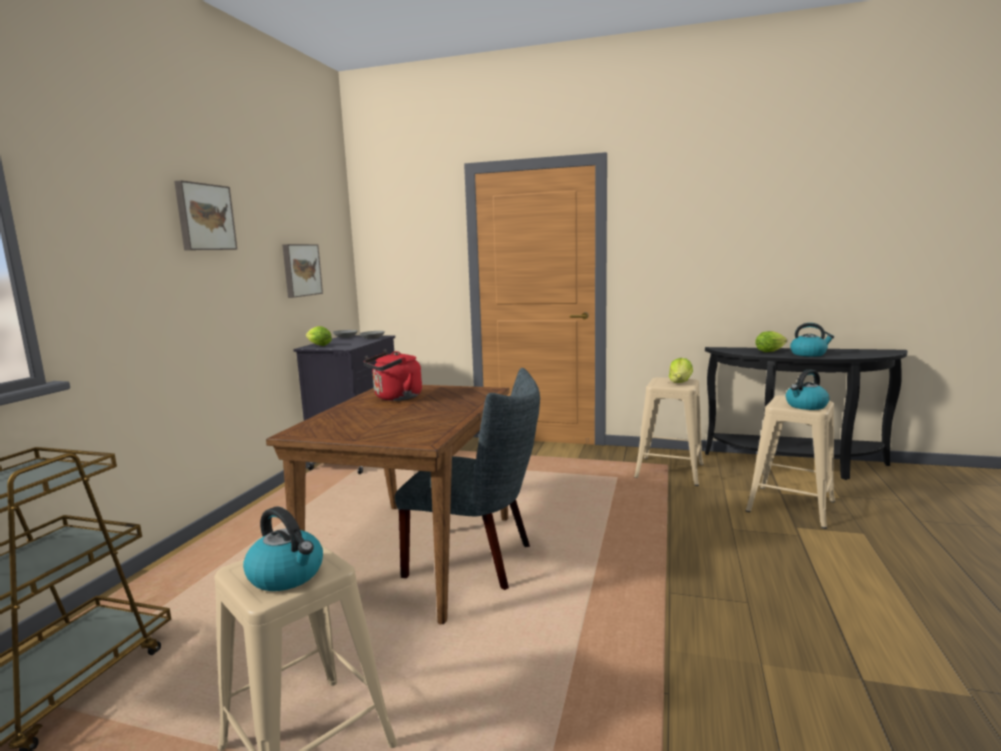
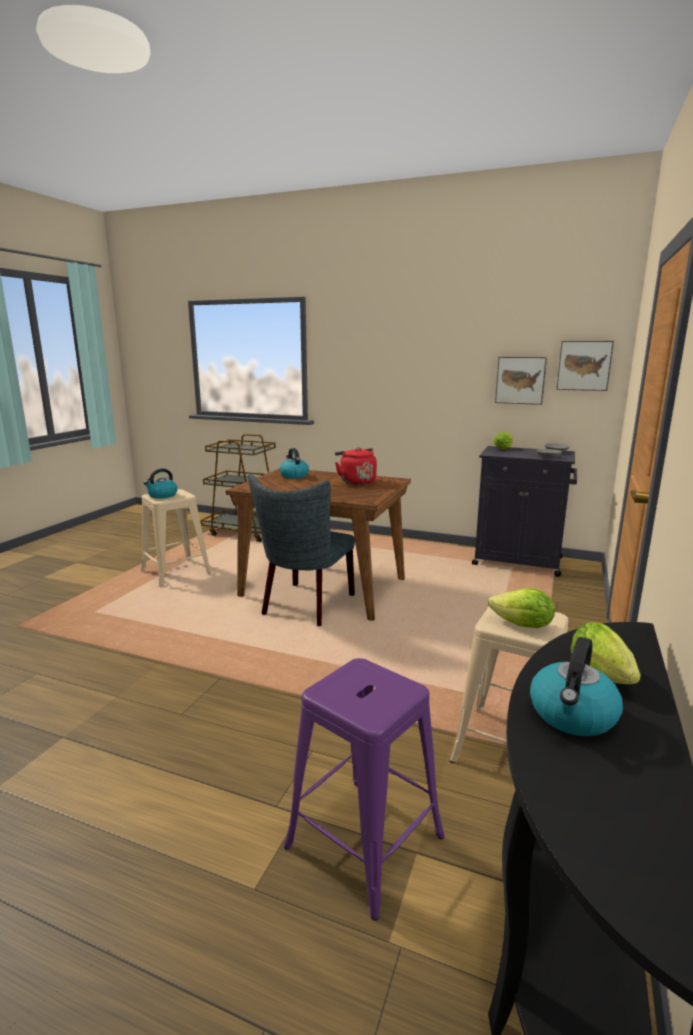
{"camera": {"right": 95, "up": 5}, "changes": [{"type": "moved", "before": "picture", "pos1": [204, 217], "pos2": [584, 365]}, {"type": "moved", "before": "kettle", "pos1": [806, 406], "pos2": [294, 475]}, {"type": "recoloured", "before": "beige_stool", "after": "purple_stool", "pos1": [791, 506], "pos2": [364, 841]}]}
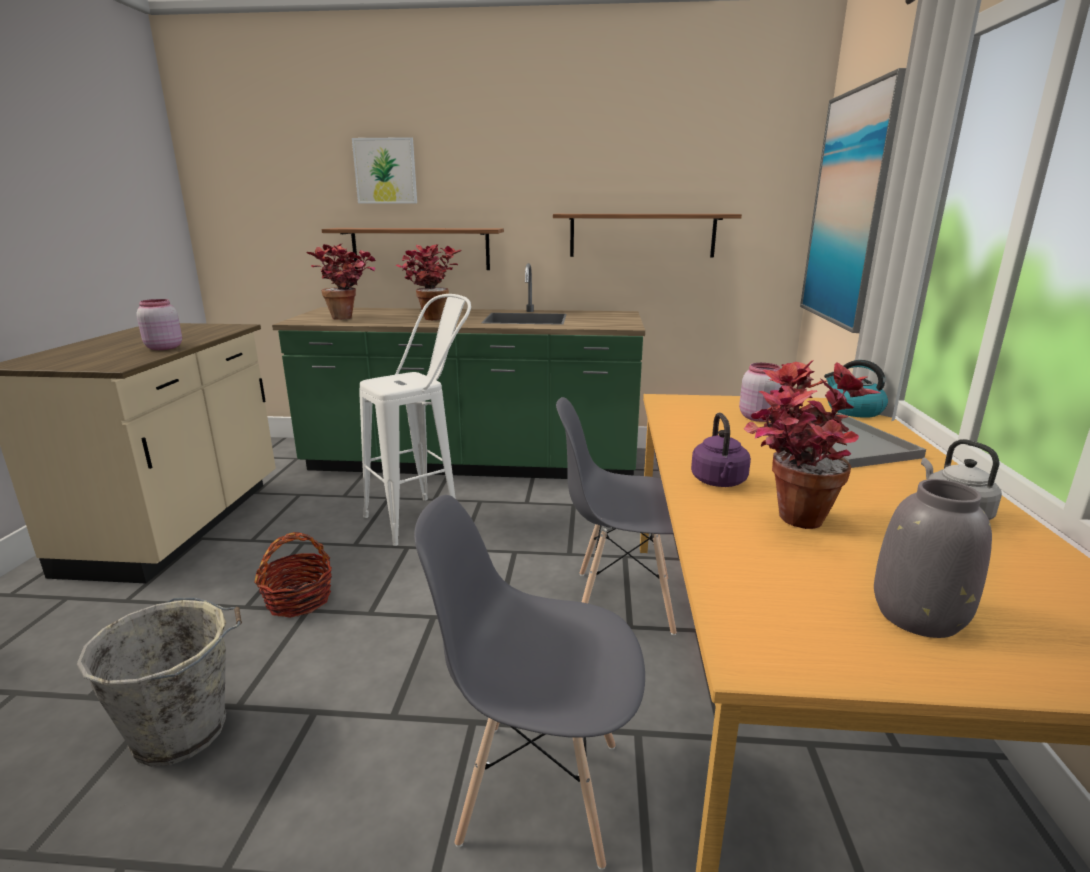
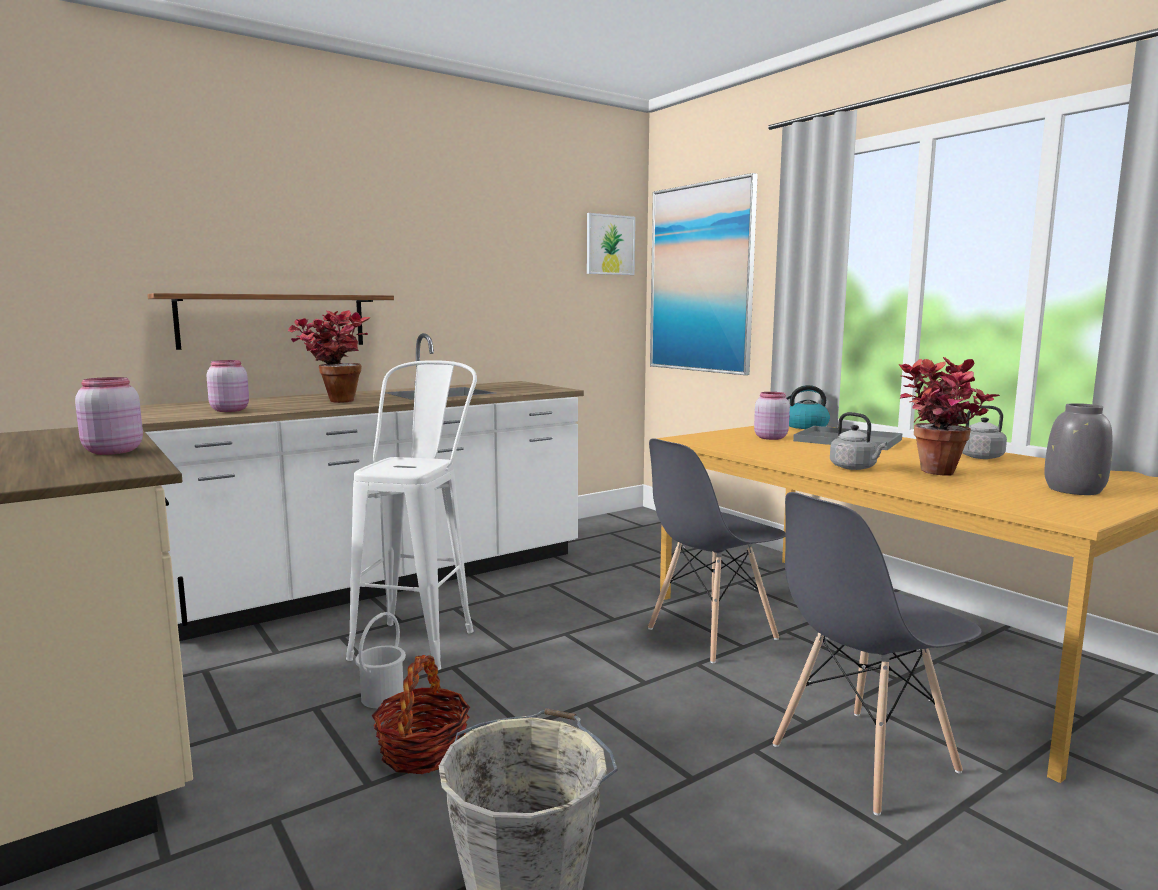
{"camera": {"right": -40, "up": -10}, "changes": [{"type": "removed", "before": "shelf", "pos1": [642, 235]}, {"type": "added", "after": "white_bucket", "pos2": [381, 697]}, {"type": "moved", "before": "picture", "pos1": [385, 171], "pos2": [610, 245]}, {"type": "replaced", "before": "potted_plant", "after": "pink_jar", "pos1": [349, 319], "pos2": [230, 410]}, {"type": "recoloured", "before": "green_counter", "after": "white_counter", "pos1": [472, 463], "pos2": [382, 581]}, {"type": "recoloured", "before": "purple_kettle", "after": "grey_kettle", "pos1": [719, 482], "pos2": [855, 468]}]}
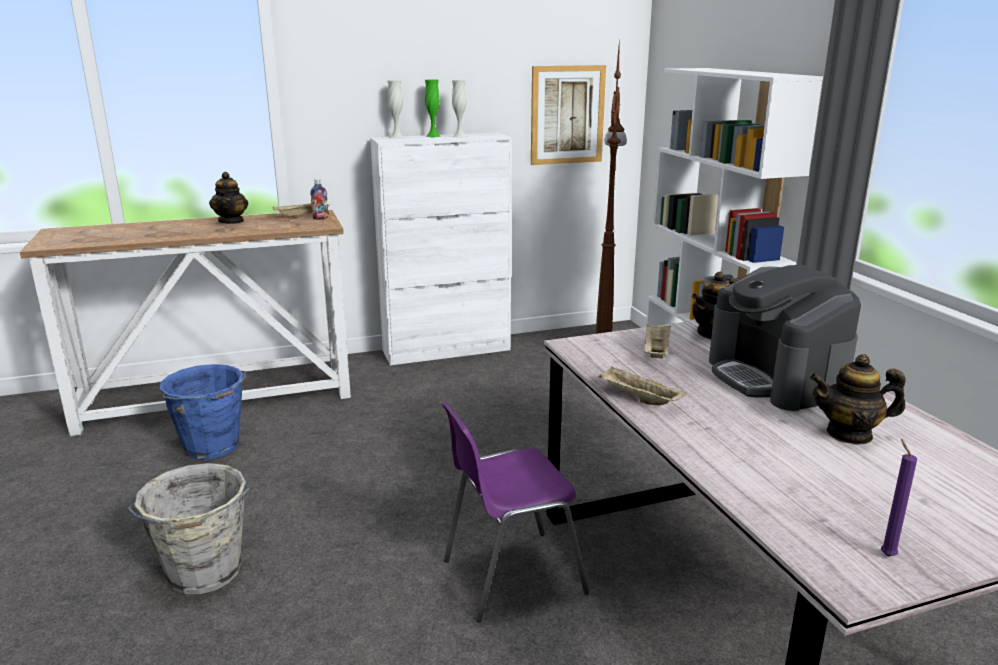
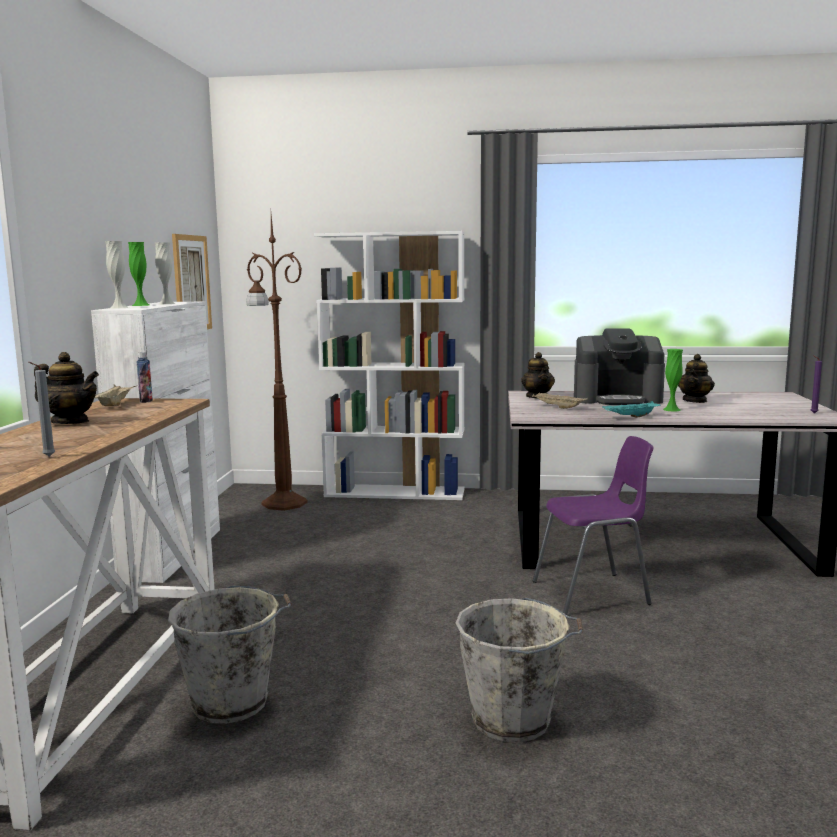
{"camera": {"right": -65, "up": -10}, "changes": [{"type": "added", "after": "grey_candle", "pos2": [47, 457]}, {"type": "added", "after": "green_vase", "pos2": [671, 409]}, {"type": "recoloured", "before": "blue_bucket", "after": "grey_bucket", "pos1": [213, 447], "pos2": [234, 702]}, {"type": "recoloured", "before": "beige_tray", "after": "turquoise_tray", "pos1": [638, 399], "pos2": [631, 417]}, {"type": "turned", "before": "purple_chair", "pos1": [509, 576], "pos2": [593, 593], "turn": -105}]}
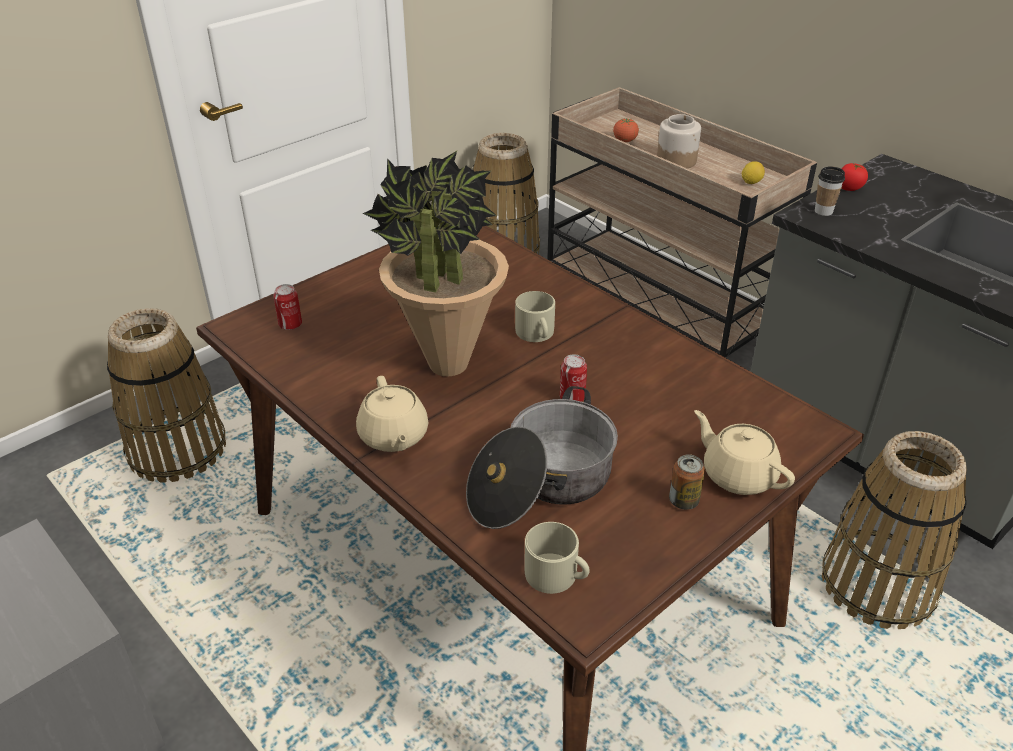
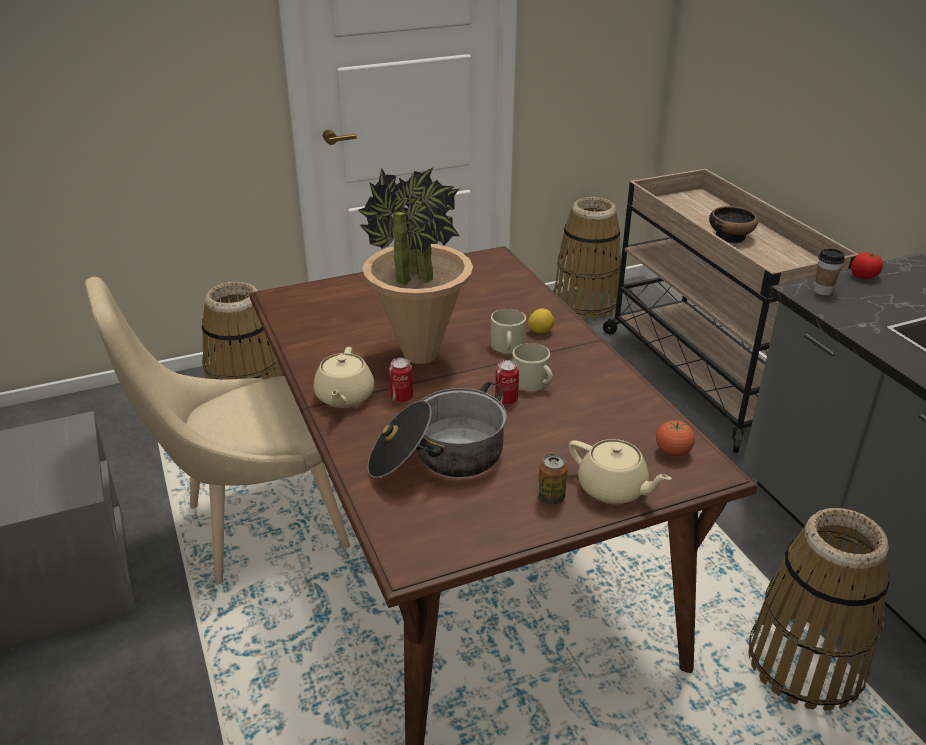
{"camera": {"right": 20, "up": -5}, "changes": [{"type": "added", "after": "beige_chair", "pos2": [254, 528]}, {"type": "moved", "before": "can", "pos1": [290, 325], "pos2": [401, 397]}, {"type": "moved", "before": "beige_mug", "pos1": [557, 575], "pos2": [533, 382]}, {"type": "moved", "before": "tomato", "pos1": [625, 141], "pos2": [673, 452]}, {"type": "moved", "before": "lemon", "pos1": [751, 182], "pos2": [540, 331]}, {"type": "replaced", "before": "jar", "after": "bowl", "pos1": [676, 160], "pos2": [730, 237]}, {"type": "turned", "before": "beige_teapot", "pos1": [738, 474], "pos2": [613, 489], "turn": 150}]}
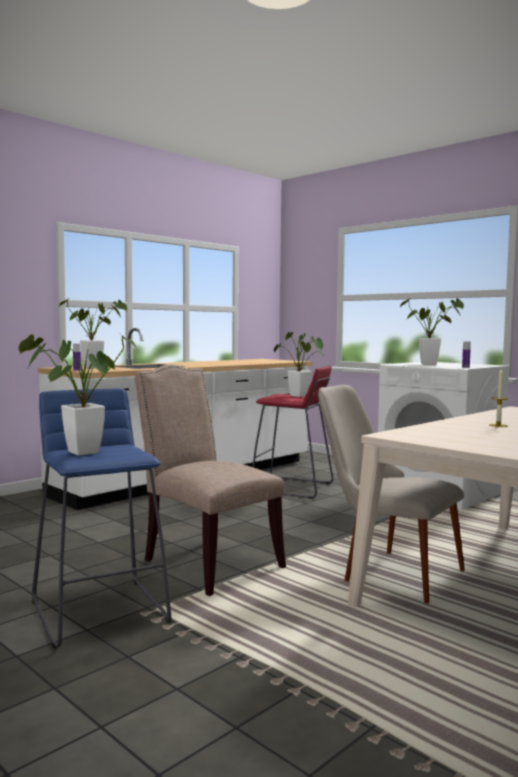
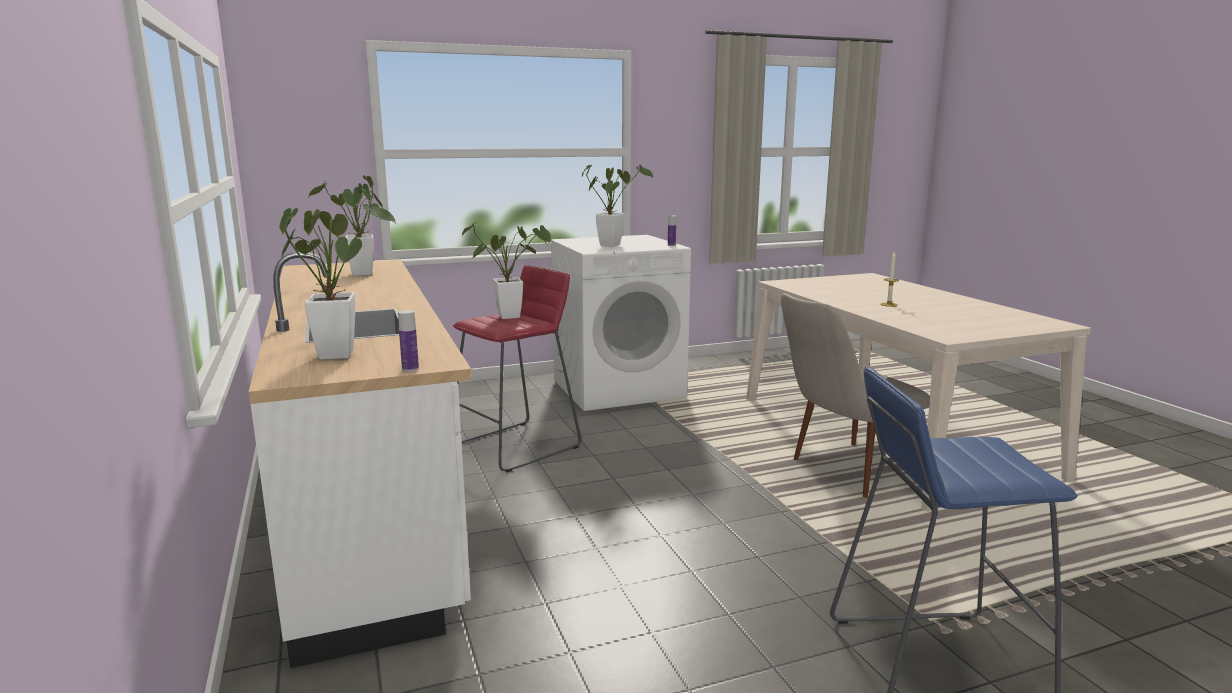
{"camera": {"right": -65, "up": 10}, "changes": [{"type": "removed", "before": "beige_chair", "pos1": [206, 563]}, {"type": "moved", "before": "potted_plant", "pos1": [76, 453], "pos2": [361, 275]}]}
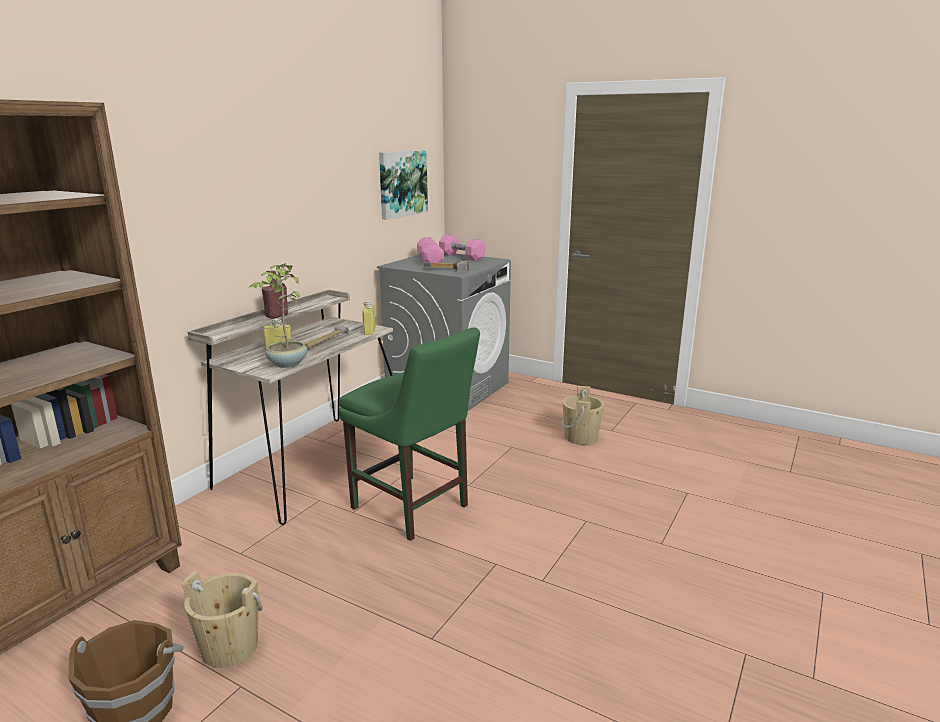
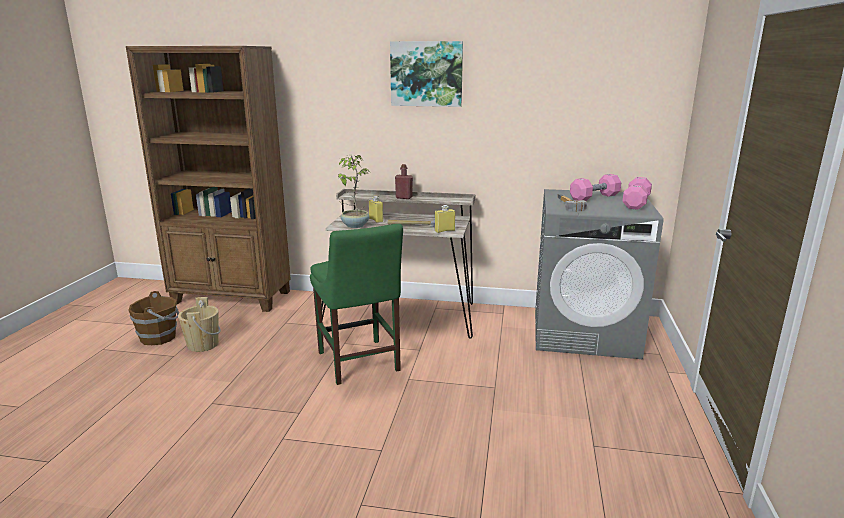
{"camera": {"right": 70, "up": 0}, "changes": [{"type": "removed", "before": "beige_bucket", "pos1": [581, 437]}, {"type": "moved", "before": "picture", "pos1": [402, 183], "pos2": [426, 74]}, {"type": "turned", "before": "green_chair", "pos1": [413, 509], "pos2": [359, 363], "turn": -45}]}
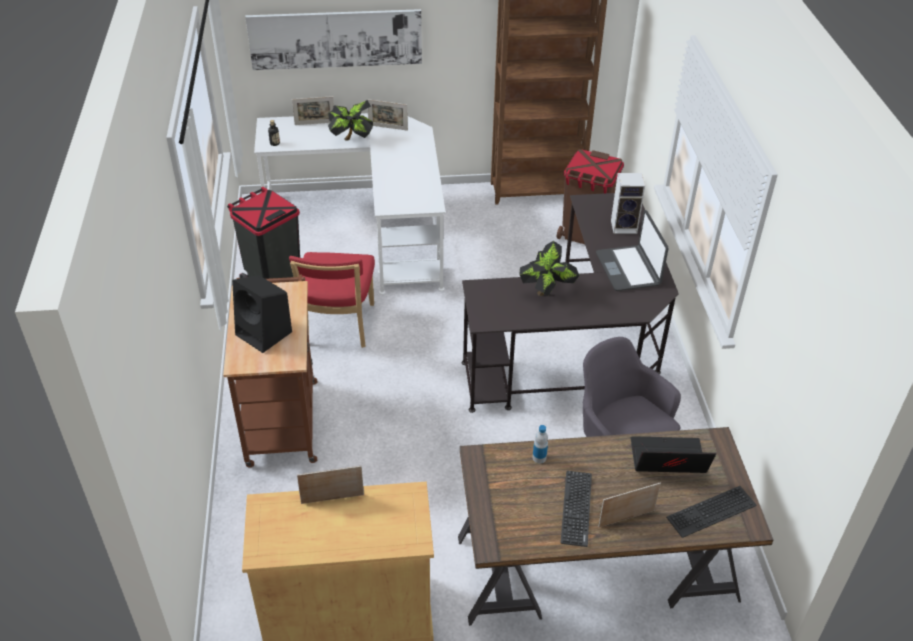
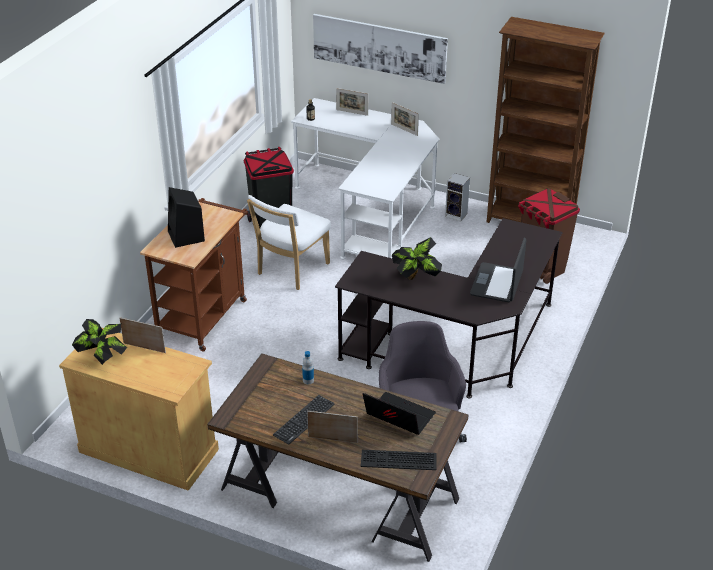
{"camera": {"right": 30, "up": -5}, "changes": [{"type": "moved", "before": "potted_plant", "pos1": [352, 140], "pos2": [103, 359]}, {"type": "moved", "before": "speaker", "pos1": [625, 226], "pos2": [457, 215]}, {"type": "recoloured", "before": "red_chair", "after": "white_chair", "pos1": [338, 327], "pos2": [291, 270]}]}
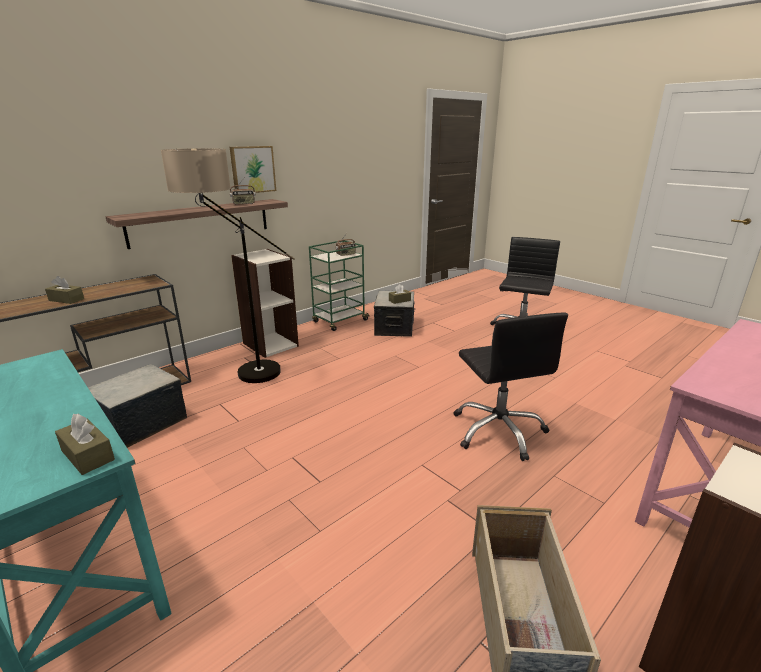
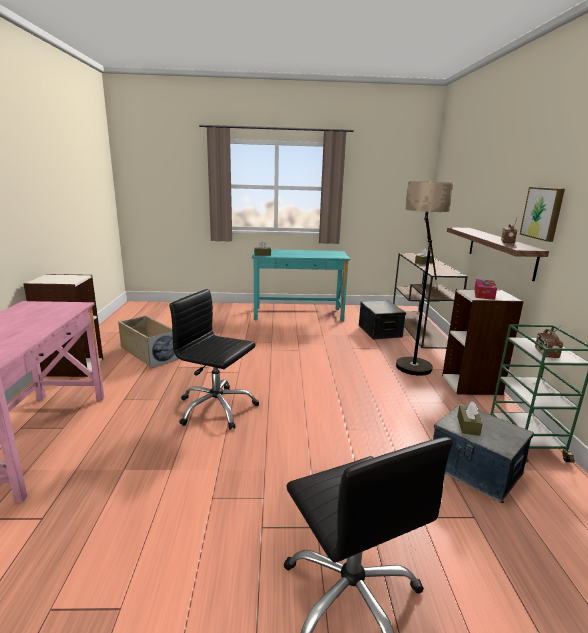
{"camera": {"right": 130, "up": -5}, "changes": [{"type": "added", "after": "tissue_box", "pos2": [484, 294]}]}
